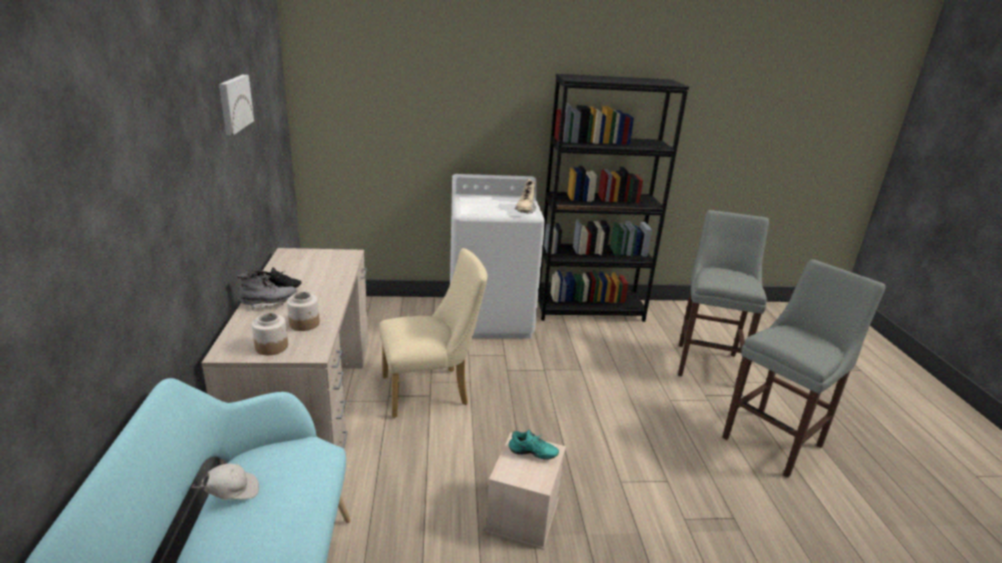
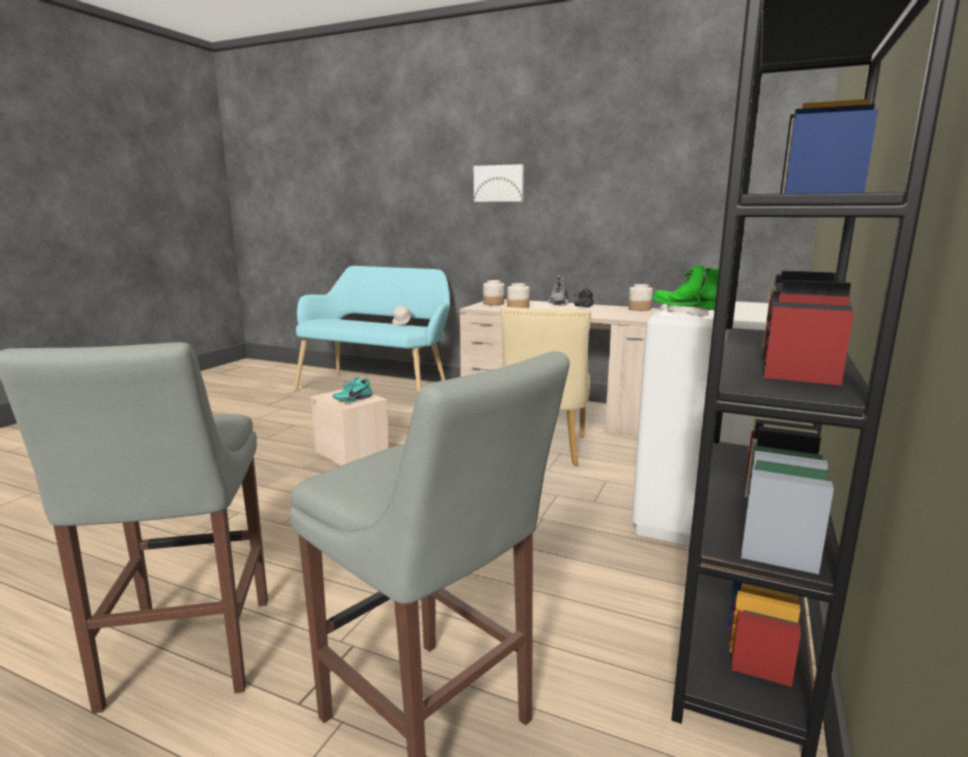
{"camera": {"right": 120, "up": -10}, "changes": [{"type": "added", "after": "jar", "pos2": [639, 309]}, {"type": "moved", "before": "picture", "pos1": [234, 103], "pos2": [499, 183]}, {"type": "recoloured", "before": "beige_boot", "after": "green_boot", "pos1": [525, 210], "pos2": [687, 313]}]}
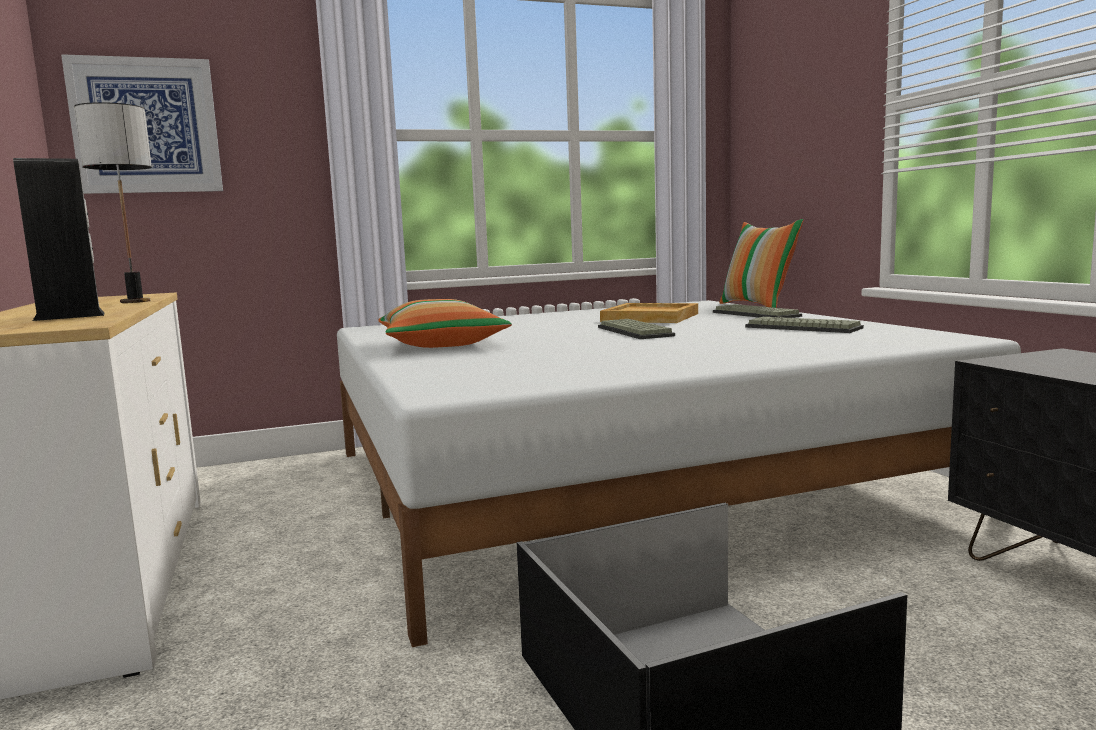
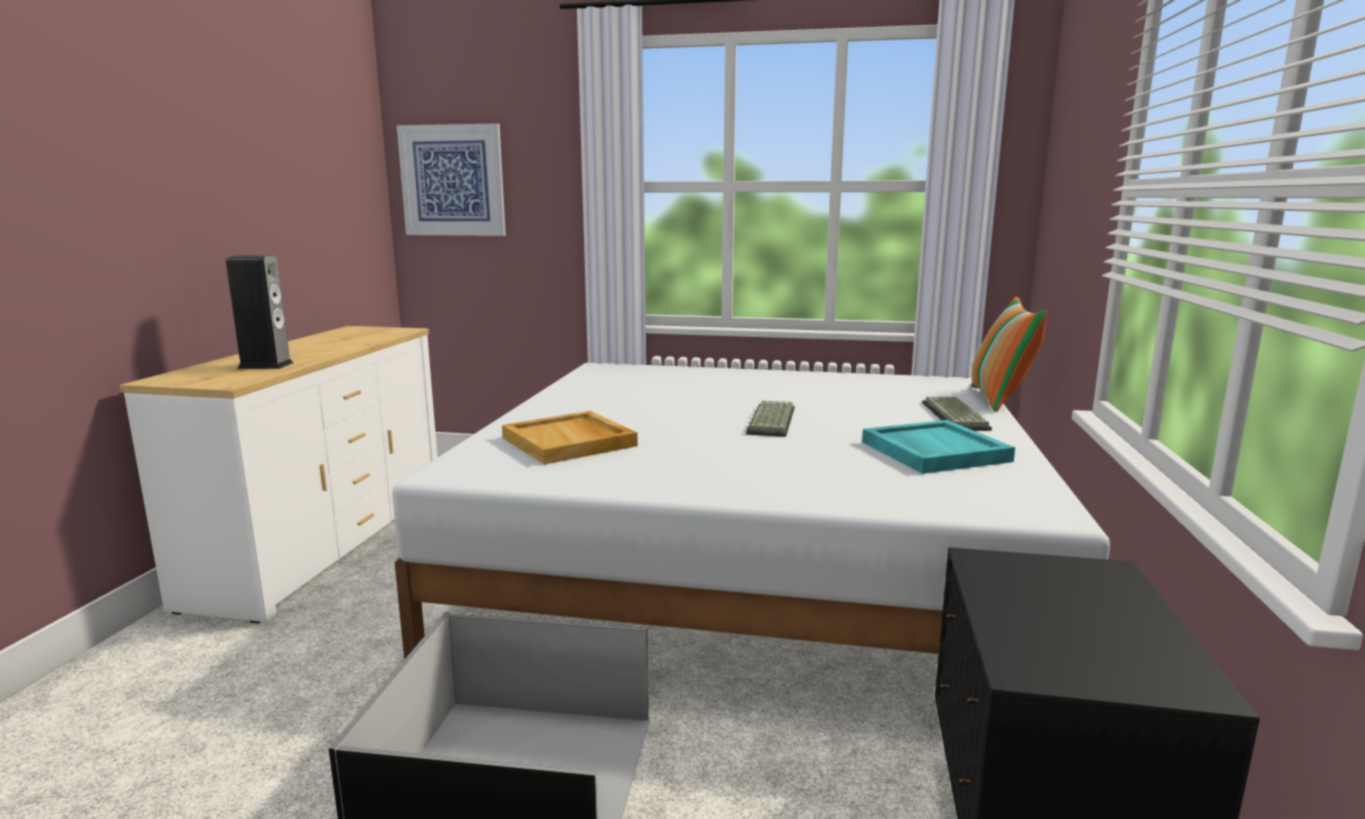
{"camera": {"right": 30, "up": 5}, "changes": [{"type": "removed", "before": "table_lamp", "pos1": [134, 302]}, {"type": "removed", "before": "pillow", "pos1": [442, 344]}, {"type": "moved", "before": "beige_tray", "pos1": [651, 317], "pos2": [570, 442]}, {"type": "replaced", "before": "keyboard", "after": "turquoise_tray", "pos1": [800, 328], "pos2": [933, 451]}]}
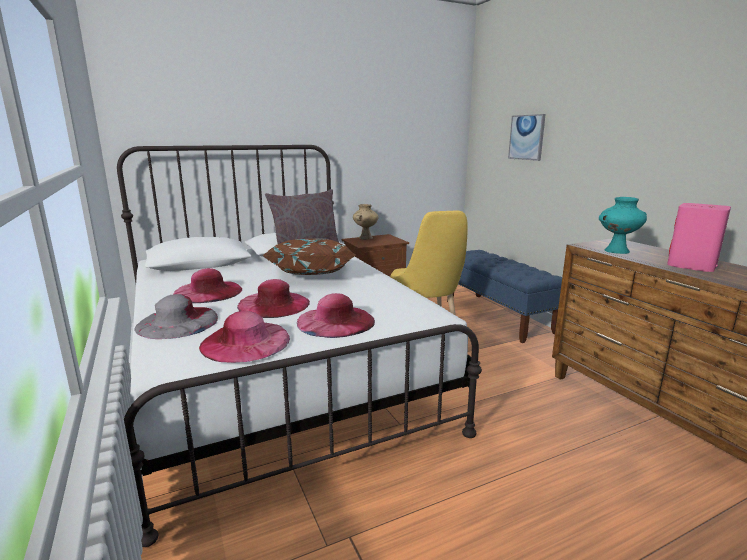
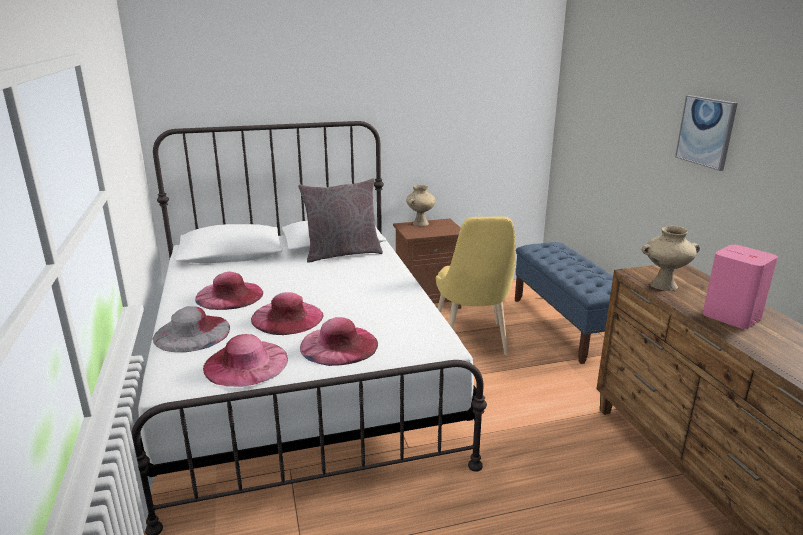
{"camera": {"right": 10, "up": 5}, "changes": [{"type": "removed", "before": "brown_pillow", "pos1": [311, 276]}, {"type": "moved", "before": "picture", "pos1": [527, 137], "pos2": [706, 131]}, {"type": "recoloured", "before": "turquoise_vase", "after": "beige_vase", "pos1": [616, 251], "pos2": [663, 286]}]}
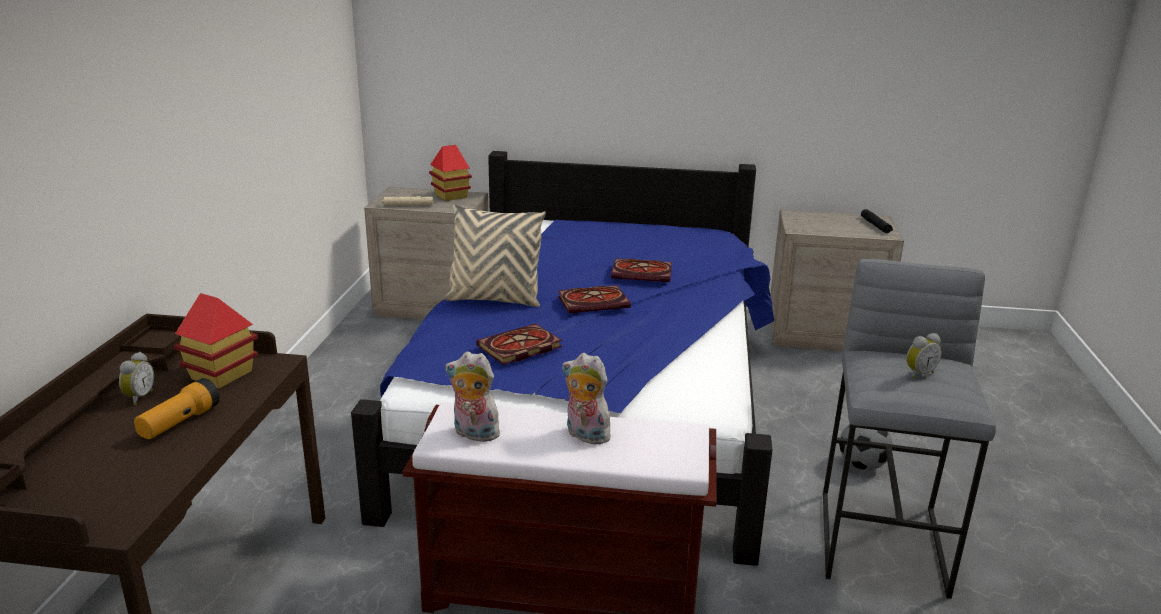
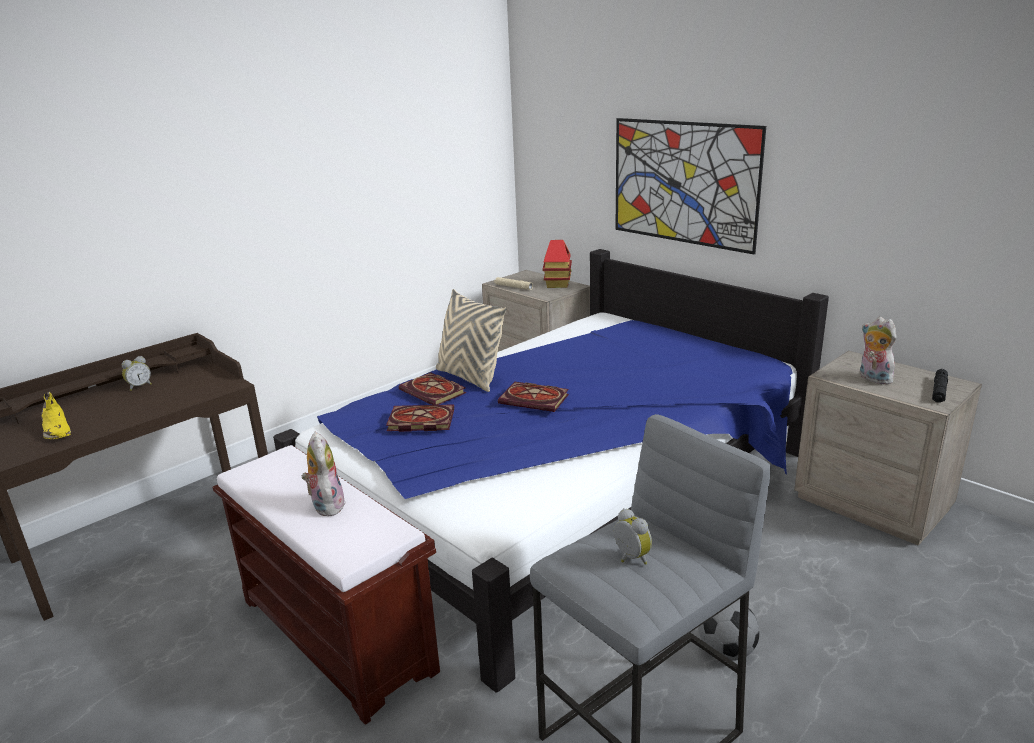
{"camera": {"right": 40, "up": 0}, "changes": [{"type": "removed", "before": "flashlight", "pos1": [180, 423]}, {"type": "removed", "before": "toy_house", "pos1": [221, 375]}, {"type": "added", "after": "yellow_shoe", "pos2": [56, 430]}, {"type": "added", "after": "picture", "pos2": [683, 183]}, {"type": "moved", "before": "plush_toy", "pos1": [473, 434], "pos2": [873, 378]}, {"type": "moved", "before": "book", "pos1": [643, 273], "pos2": [434, 392]}, {"type": "turned", "before": "alarm_clock", "pos1": [918, 373], "pos2": [630, 558], "turn": -135}]}
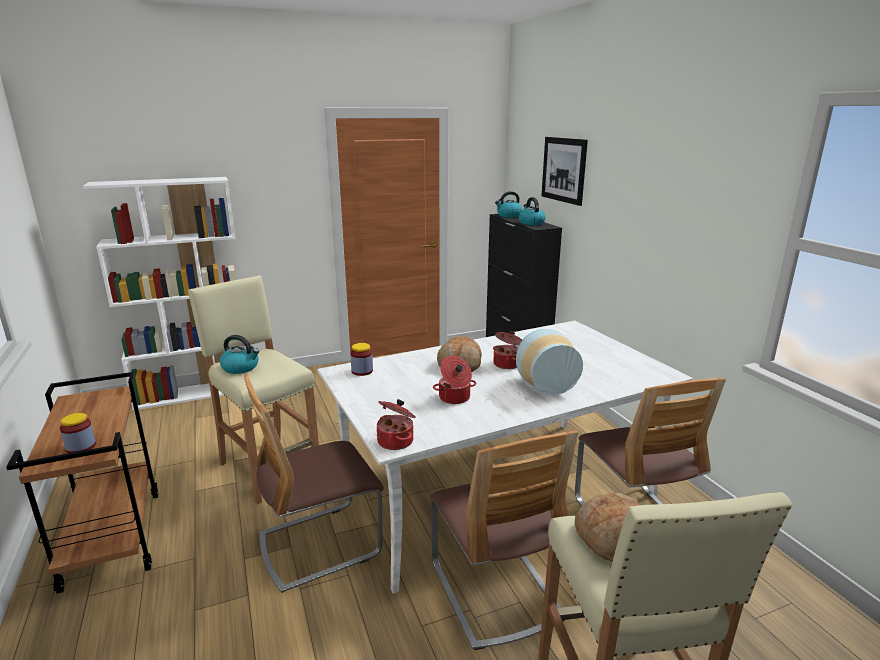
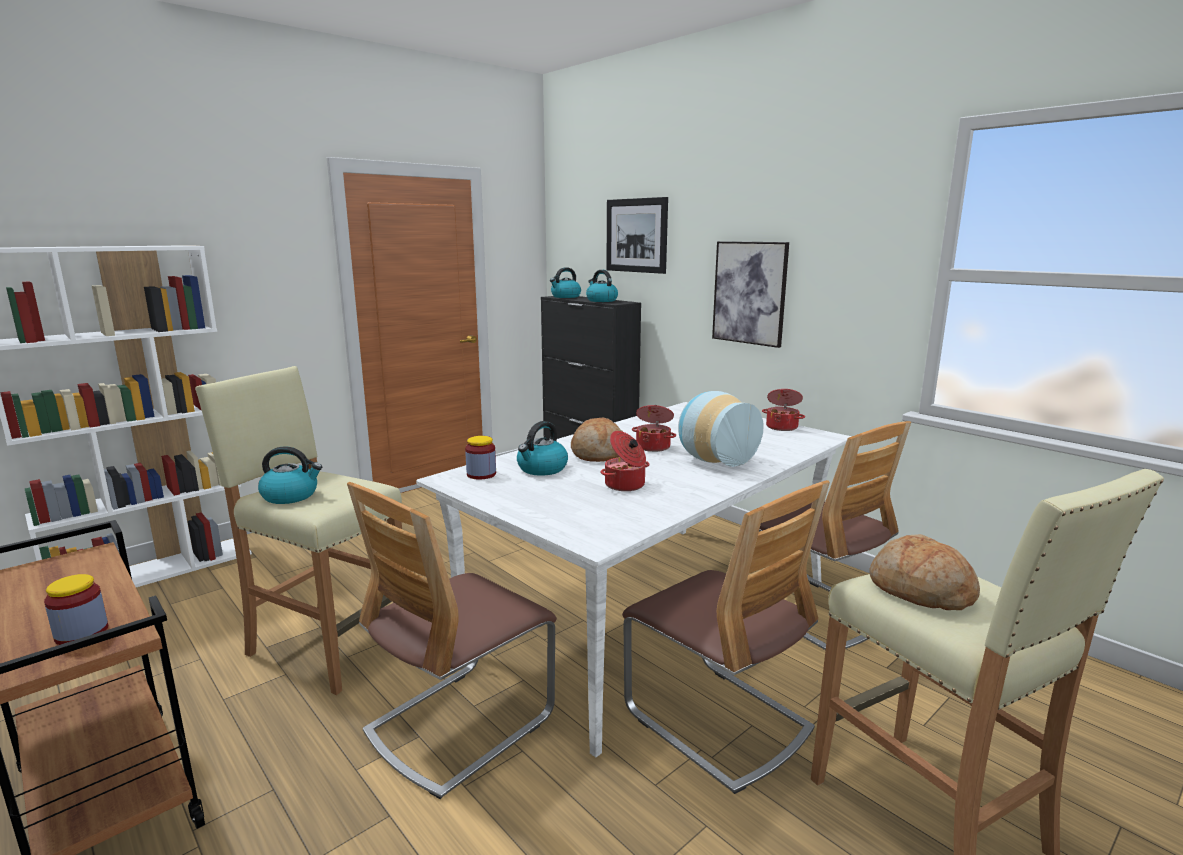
{"camera": {"right": -20, "up": -5}, "changes": [{"type": "added", "after": "kettle", "pos2": [542, 469]}, {"type": "added", "after": "picture", "pos2": [749, 293]}, {"type": "moved", "before": "cooking_pot", "pos1": [396, 441], "pos2": [782, 427]}]}
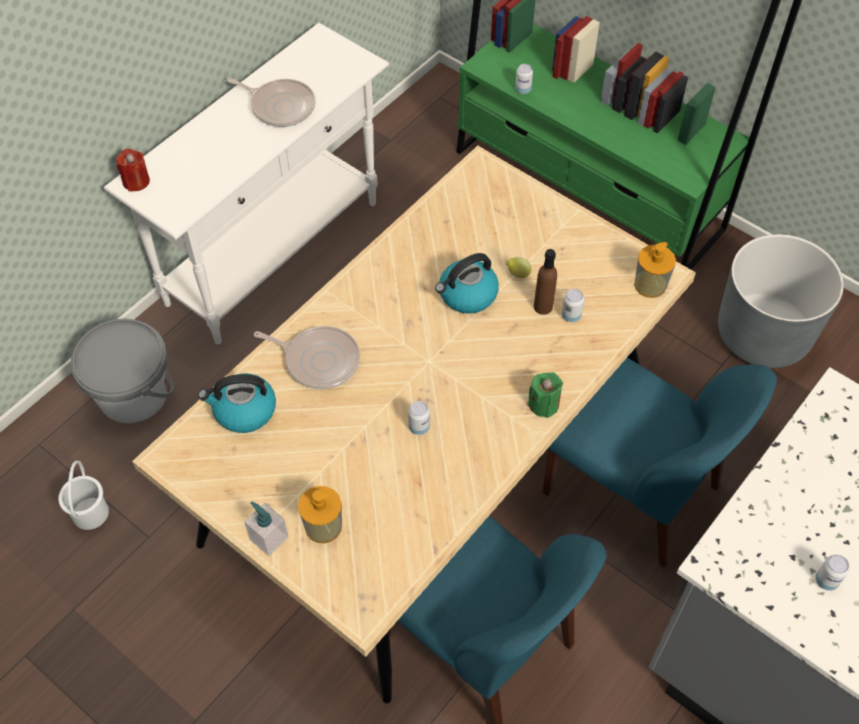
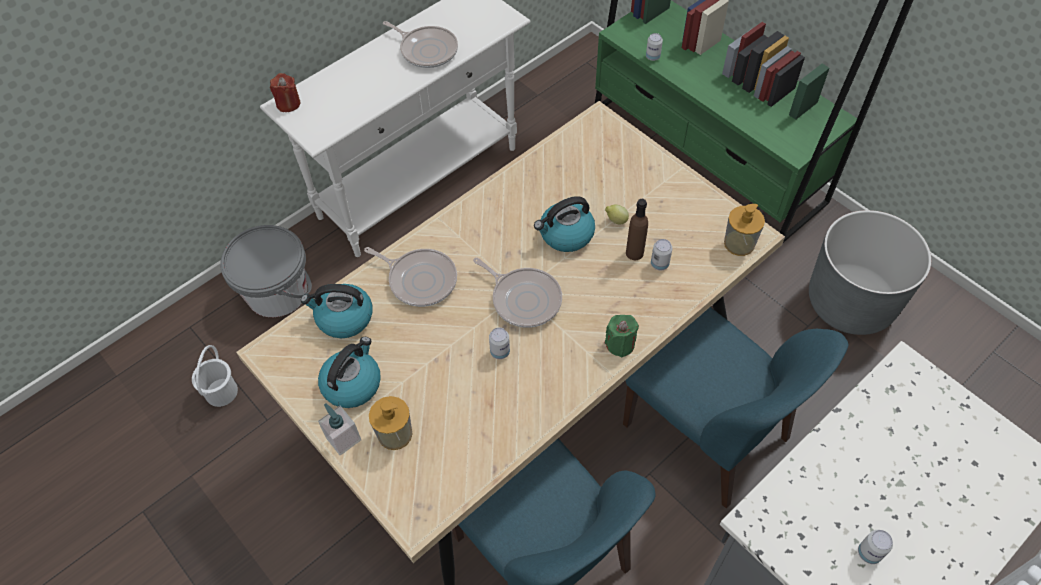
{"camera": {"right": 10, "up": 0}, "changes": [{"type": "added", "after": "kettle", "pos2": [352, 383]}, {"type": "added", "after": "frying_pan", "pos2": [524, 299]}]}
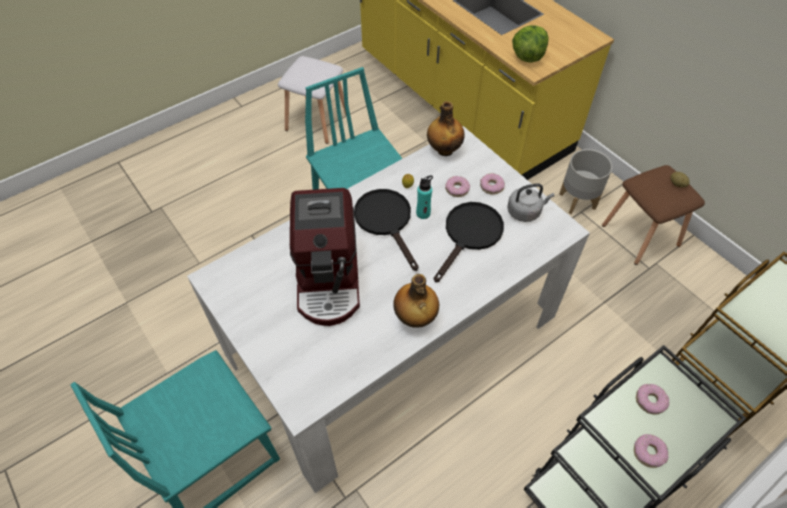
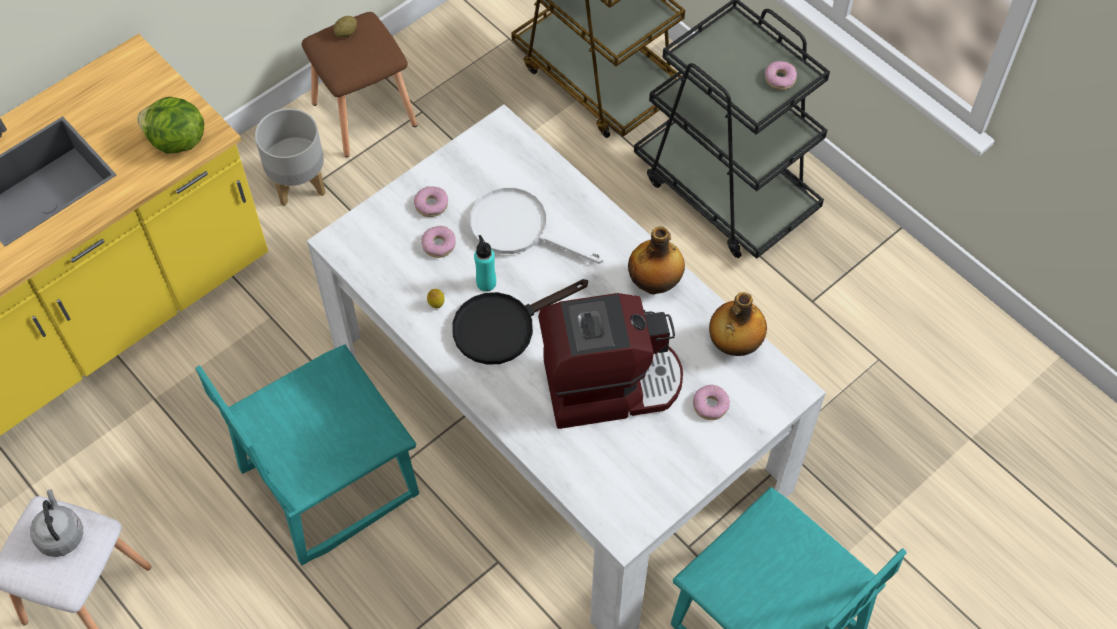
{"camera": {"right": -95, "up": 5}, "changes": [{"type": "moved", "before": "bottle", "pos1": [444, 149], "pos2": [733, 344]}, {"type": "moved", "before": "grey_kettle", "pos1": [525, 211], "pos2": [61, 534]}, {"type": "moved", "before": "donut", "pos1": [650, 401], "pos2": [710, 405]}, {"type": "recoloured", "before": "black_frying_pan", "after": "white_frying_pan", "pos1": [470, 235], "pos2": [520, 229]}]}
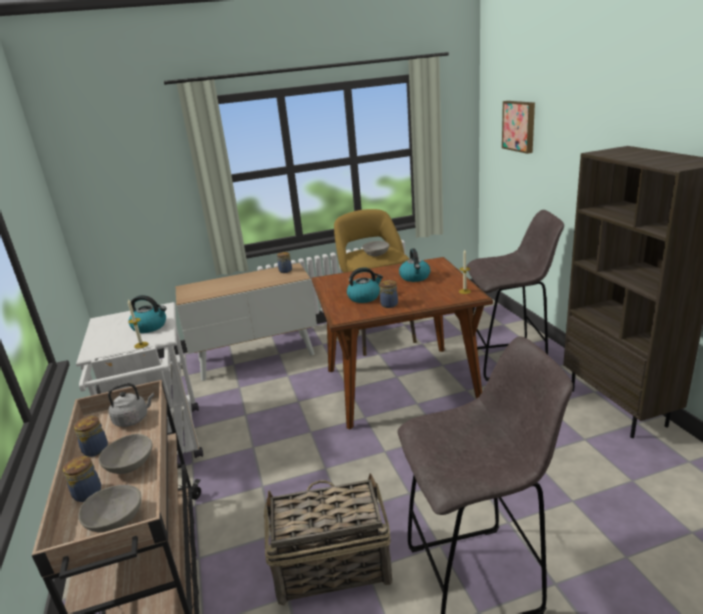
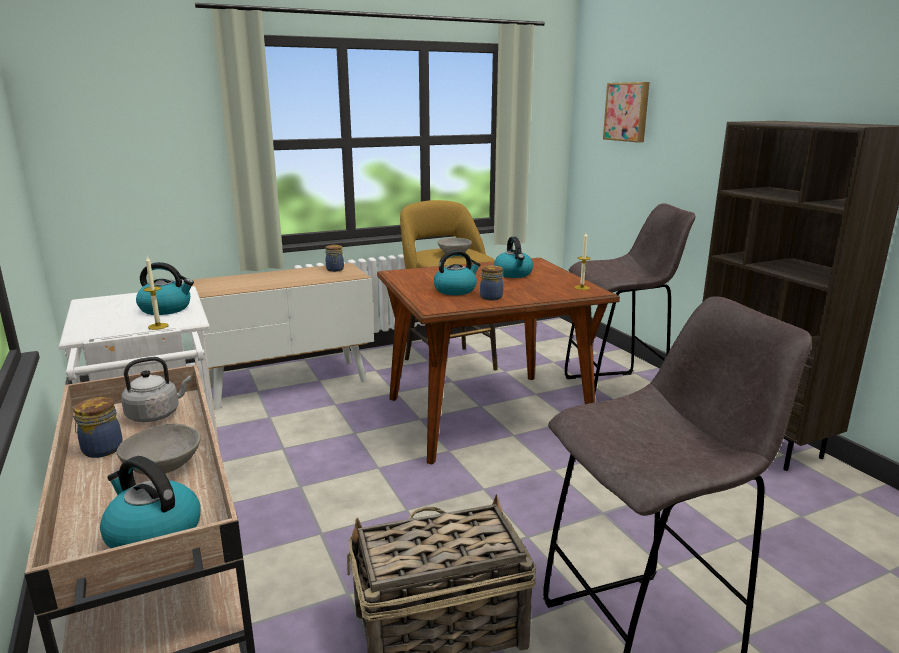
{"camera": {"right": -10, "up": -5}, "changes": [{"type": "removed", "before": "jar", "pos1": [86, 493]}, {"type": "replaced", "before": "grey_bowl", "after": "kettle", "pos1": [115, 521], "pos2": [153, 535]}]}
